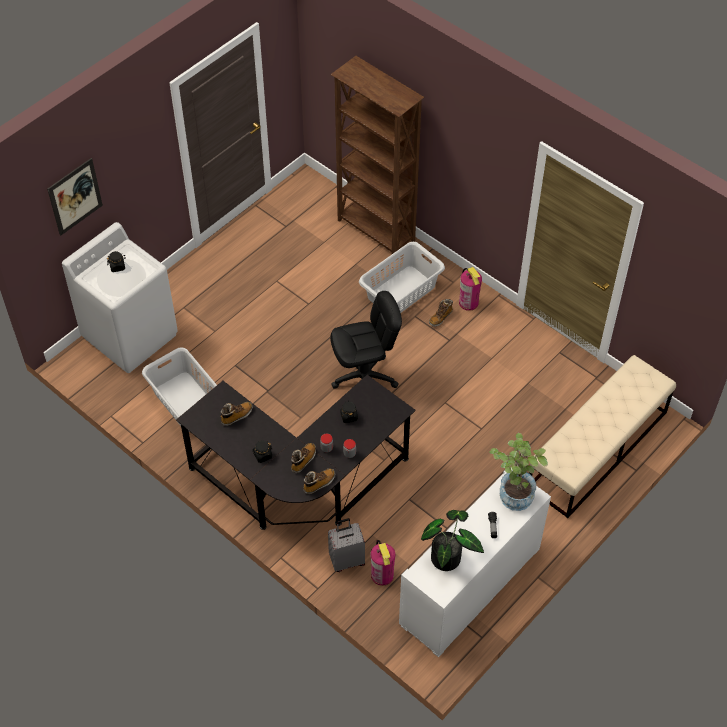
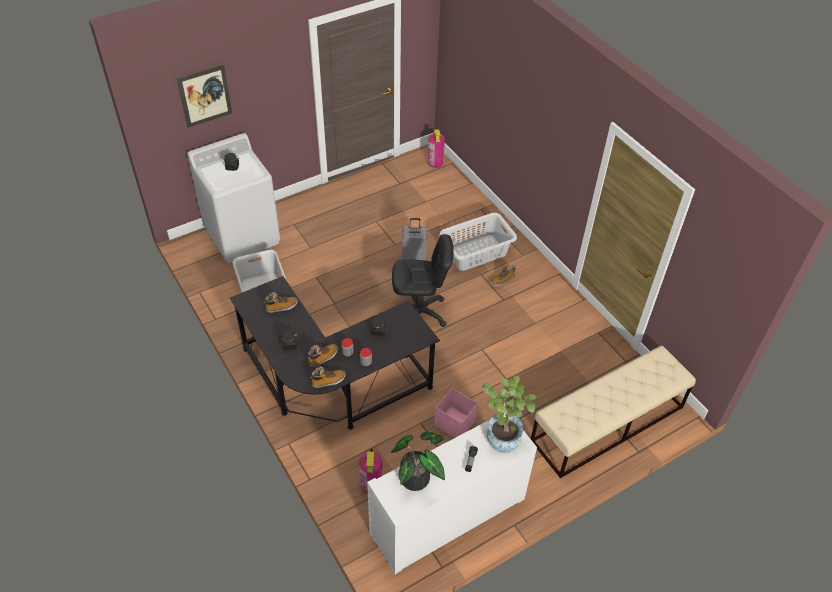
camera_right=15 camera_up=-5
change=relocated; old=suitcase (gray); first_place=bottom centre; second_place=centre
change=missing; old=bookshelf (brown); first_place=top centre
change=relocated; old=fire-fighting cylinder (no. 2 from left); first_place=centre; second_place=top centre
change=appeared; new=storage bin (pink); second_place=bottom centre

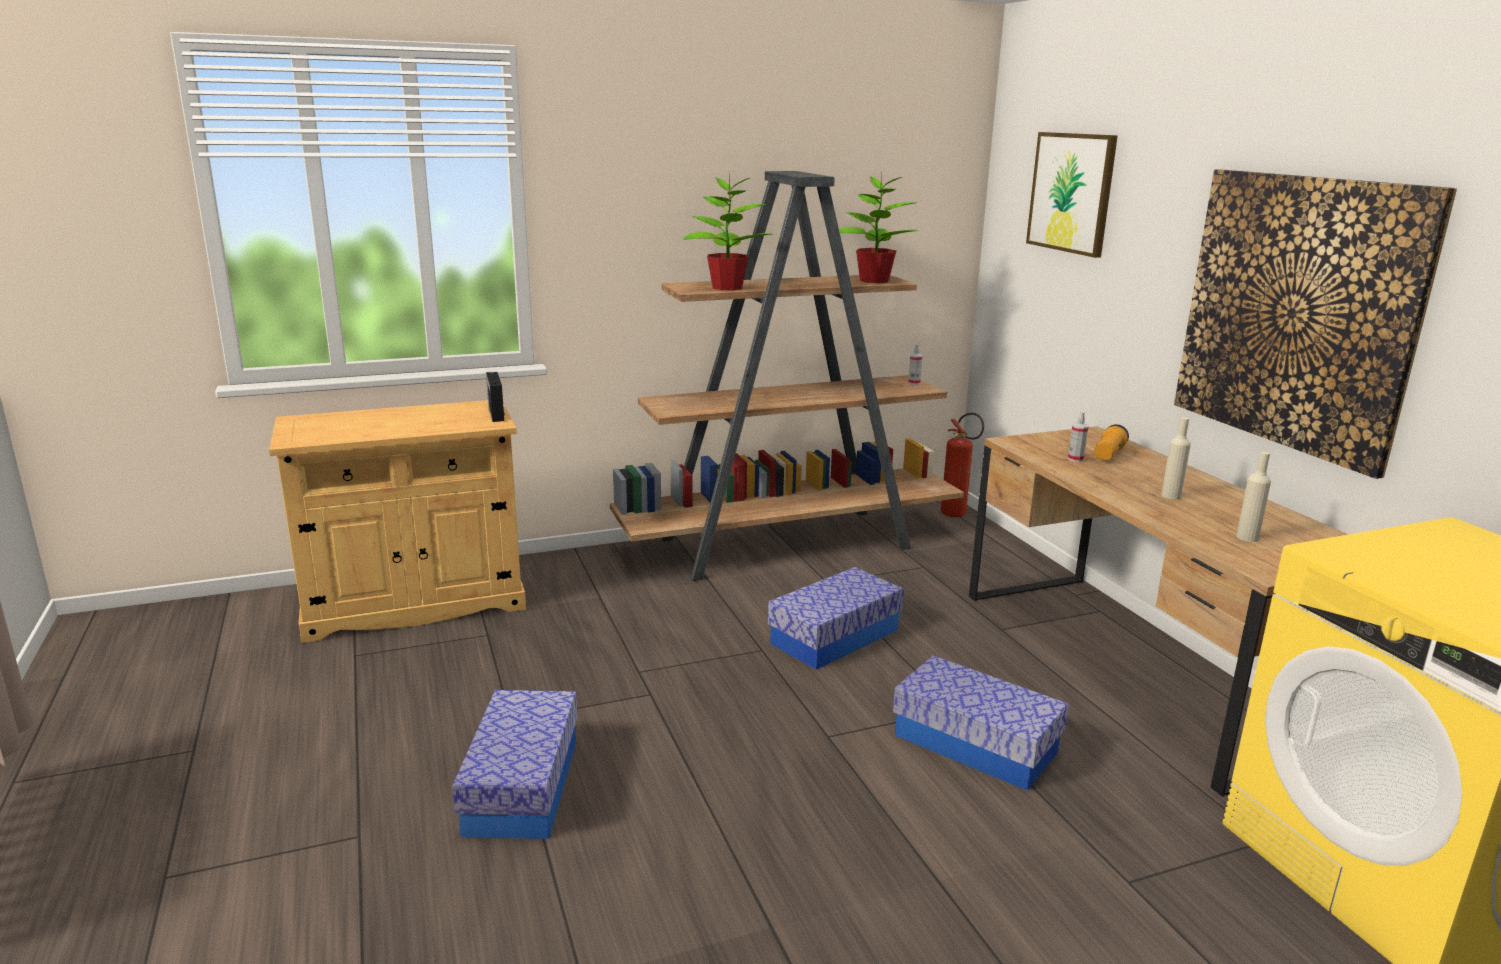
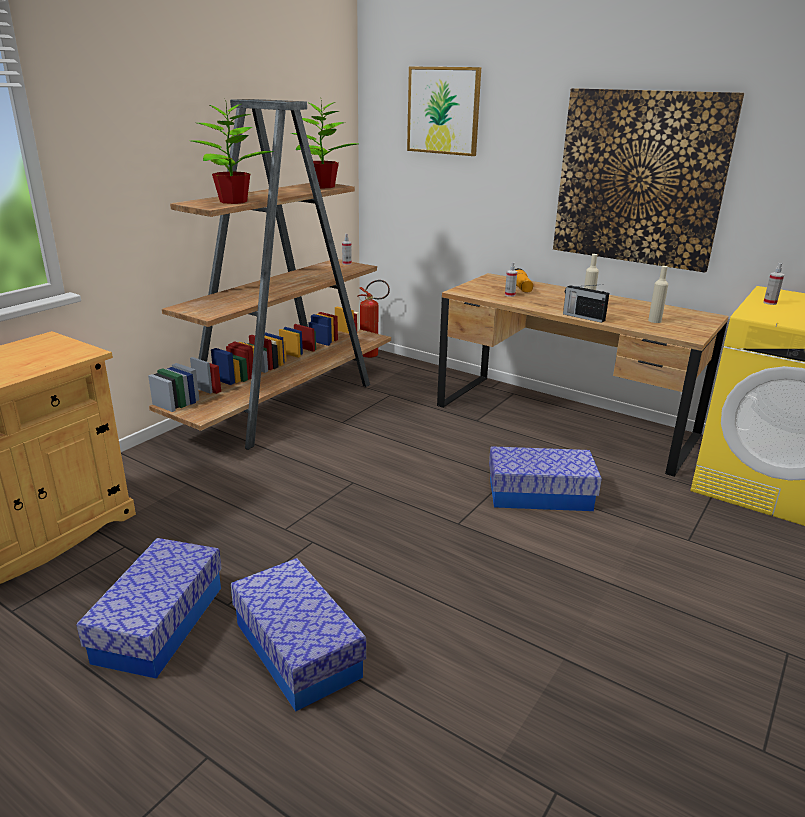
camera_right=-35 camera_up=5
change=relocated; old=radio set; first_place=middle left; second_place=middle right
change=relocated; old=storage bin (no. 2 from left in the first image); new=storage bin (no. 1 from left); first_place=centre; second_place=bottom left
change=appeared; new=sprayer (no. 3 from left); second_place=middle right

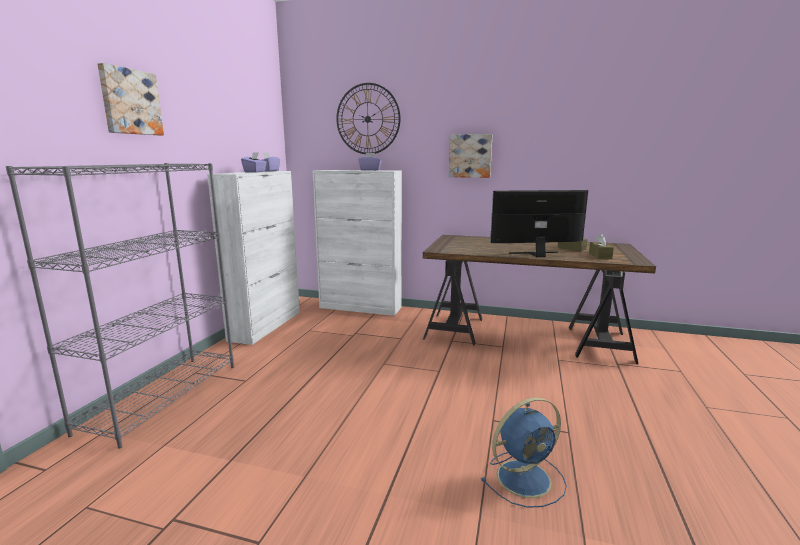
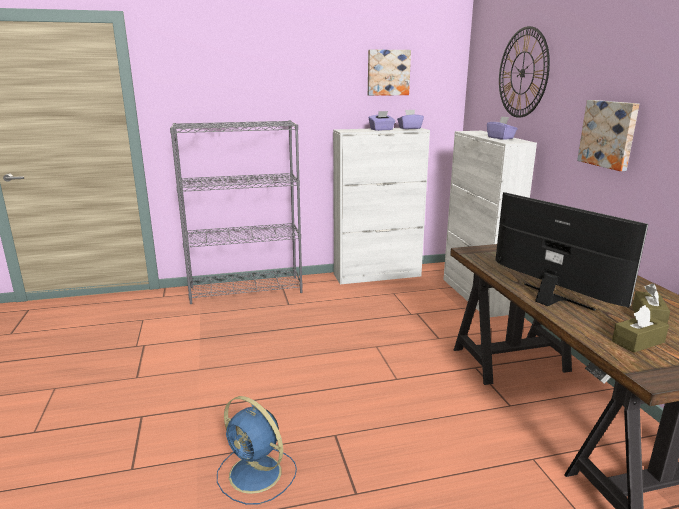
camera_right=60 camera_up=5
change=relocated; old=wall picture (no. 1 from left); first_place=top left; second_place=top centre

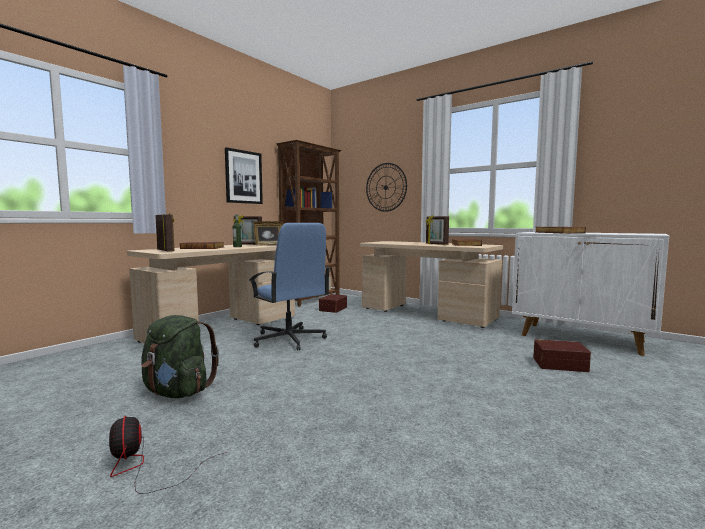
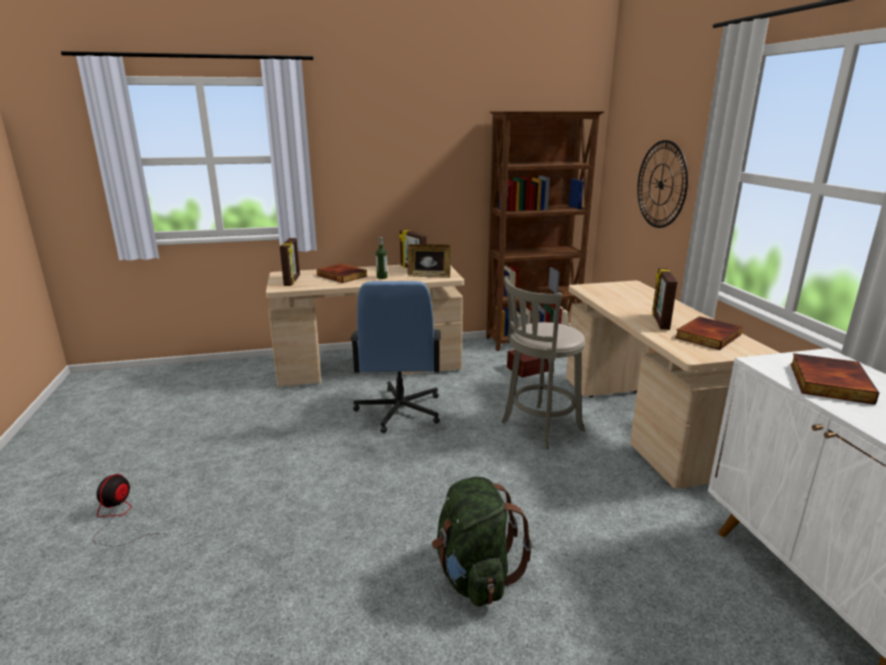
camera_right=40 camera_up=15
change=relocated; old=rucksack (green); first_place=bottom left; second_place=bottom centre
change=missing; old=wall picture; first_place=top centre
change=missing; old=storage bin (brown) (no. 2 from left); first_place=bottom right
change=appeared; new=sitting stool (gray); second_place=centre

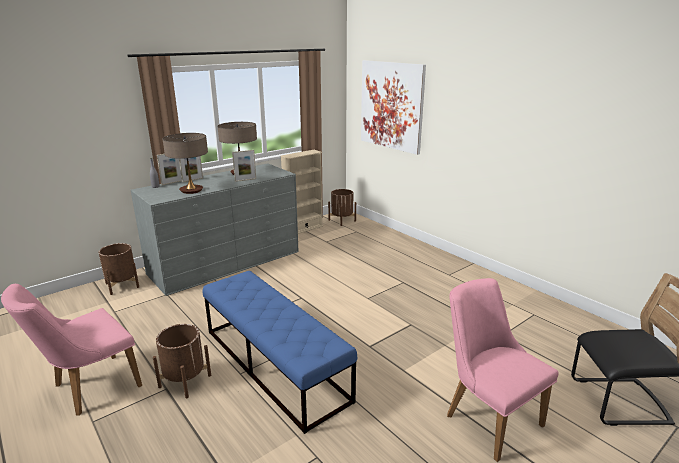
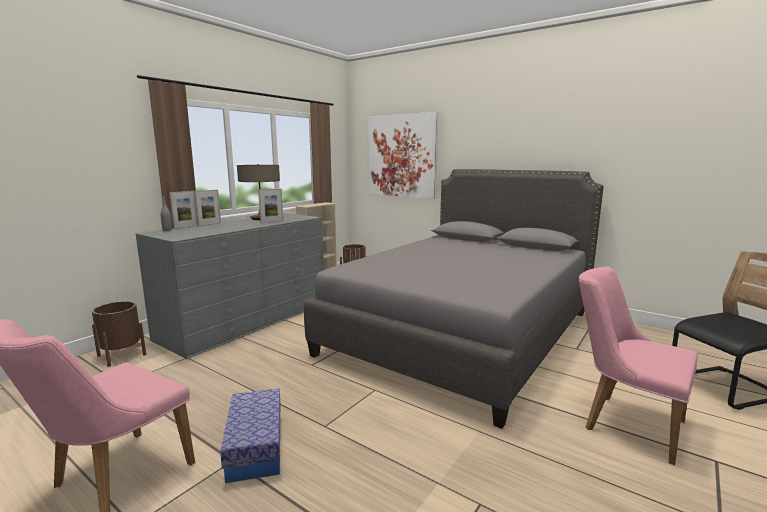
camera_right=-15 camera_up=-10
change=exchanged; old=plant pot (brown) (no. 2 from left); new=storage bin; first_place=bottom left; second_place=bottom left
change=missing; old=tabletop lamp (no. 1 from left); first_place=middle left
change=missing; old=long seat (blue-coloured); first_place=bottom centre
change=appeared; new=bedroom bed (gray); second_place=centre

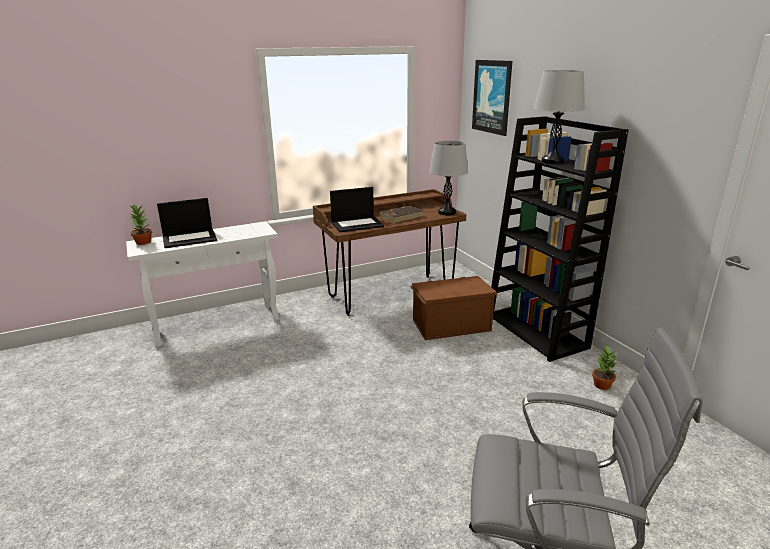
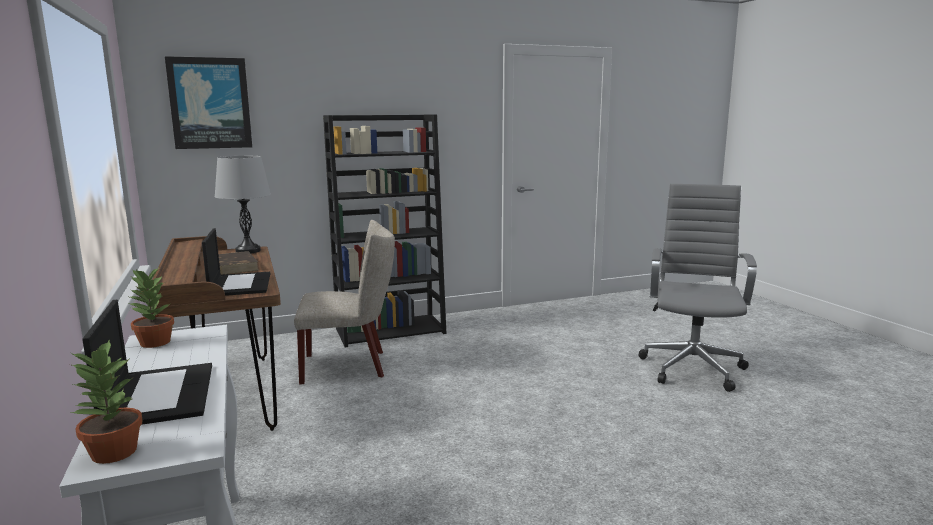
camera_right=-85 camera_up=-10
change=exchanged; old=storage bin (brown); new=upright chair (beige); first_place=centre; second_place=centre
change=missing; old=tabletop lamp (gray) (no. 2 from left); first_place=top right
change=relocated; old=potted plant (no. 2 from left); first_place=bottom right; second_place=middle left

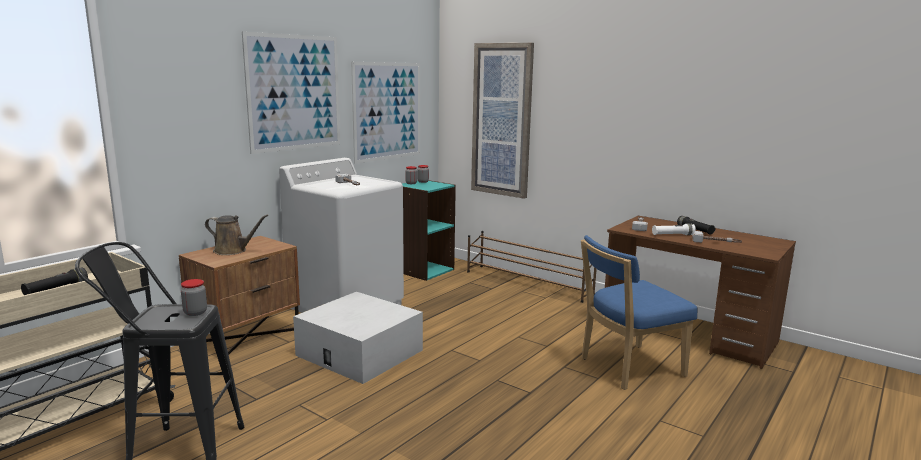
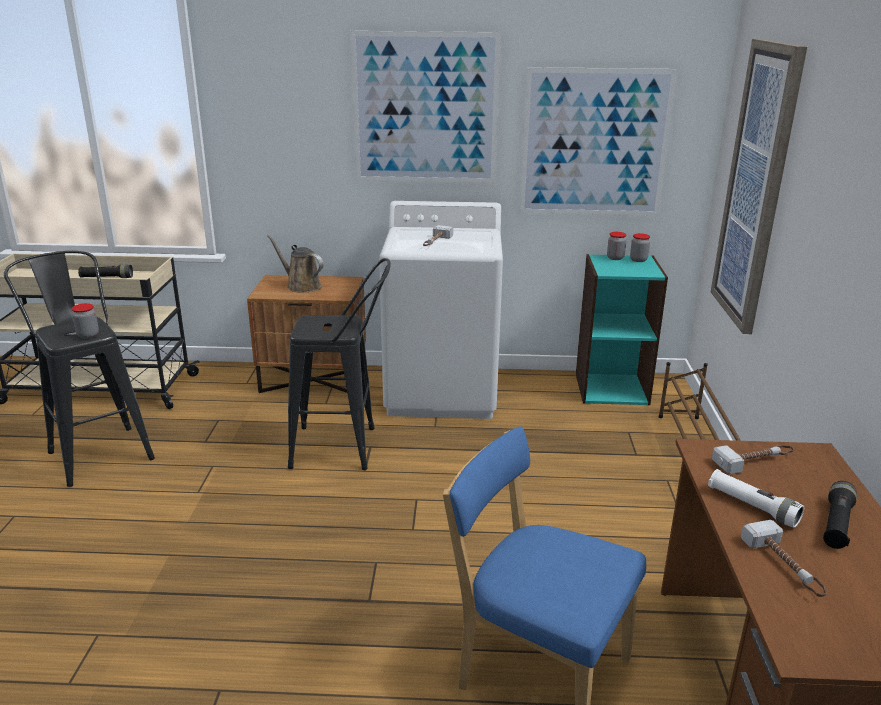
camera_right=55 camera_up=10
change=spun; old=watering pot (brown); first_place=middle left; second_place=centre; degrees=150
change=exchanged; old=storage bin (whitish); new=sitting stool (blackish) (no. 2 from left); first_place=bottom centre; second_place=centre

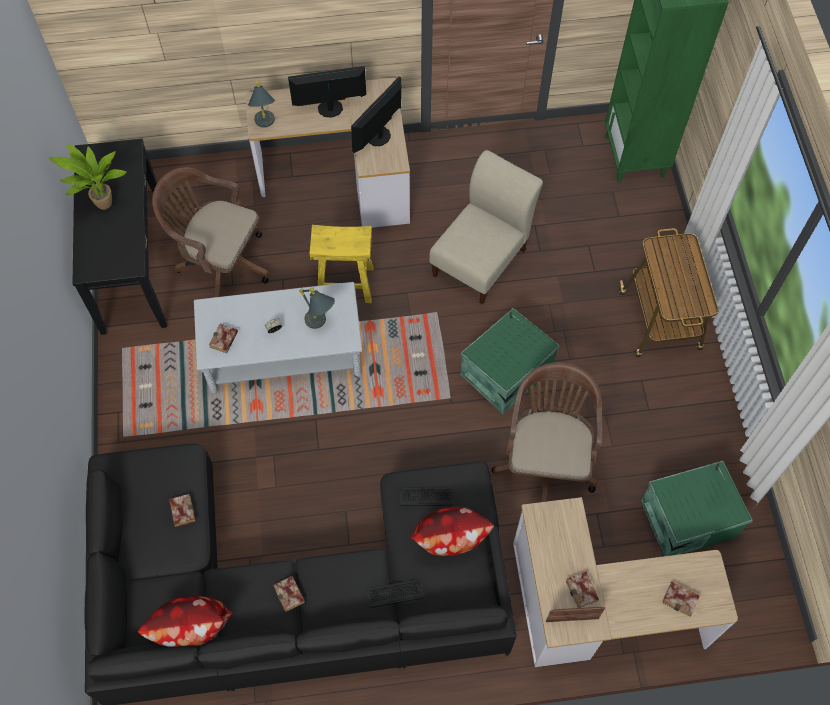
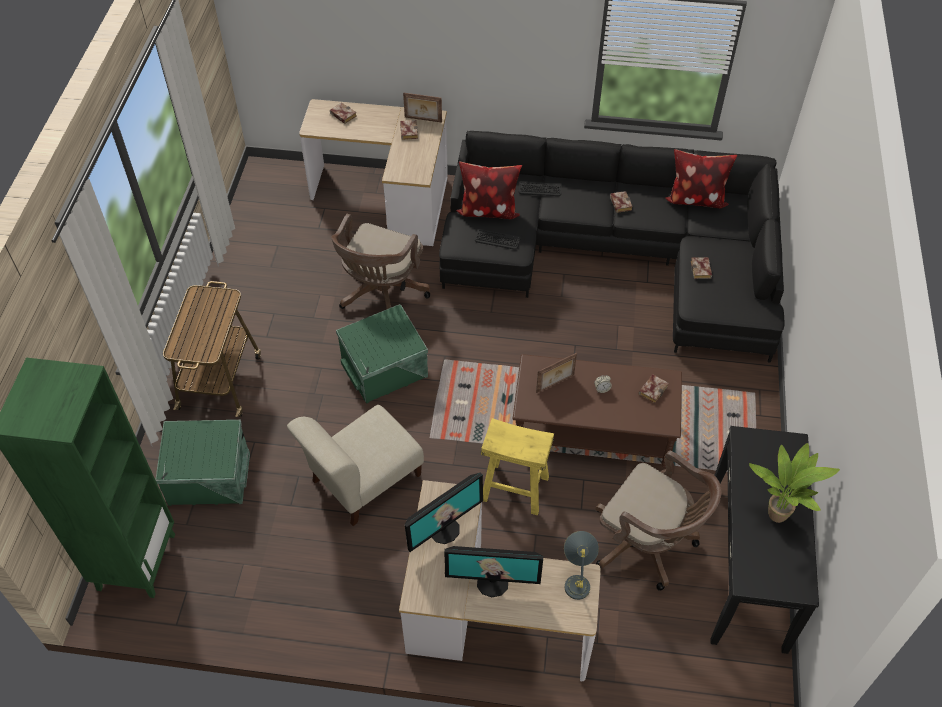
camera_right=-165 camera_up=-10
change=colour; old=lounge table (gray); new=lounge table (brown); first_place=centre; second_place=centre
change=exchanged; old=tabletop lamp (gray) (no. 2 from left); new=photo frame (no. 2 from left); first_place=centre; second_place=centre
change=relocated; old=storage bin (green) (no. 2 from left in the first image); new=storage bin (green) (no. 1 from left); first_place=bottom right; second_place=middle left

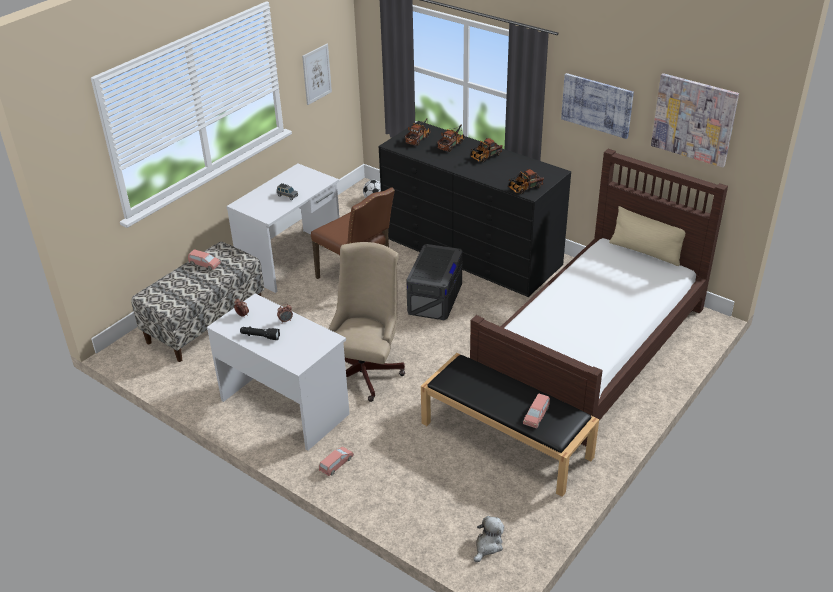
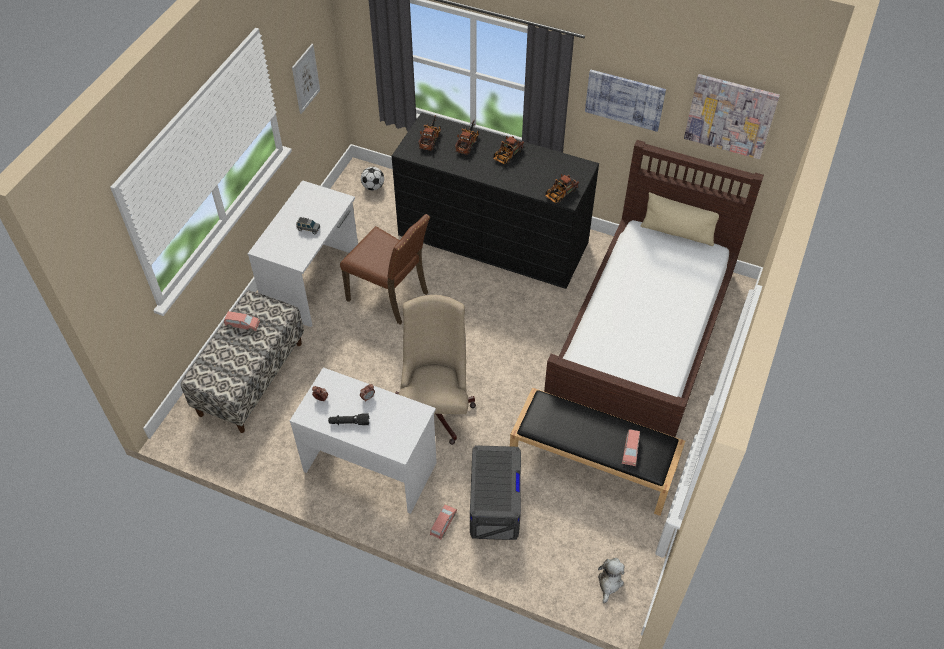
camera_right=-15 camera_up=15
change=relocated; old=storage bin (gray); first_place=centre; second_place=bottom centre

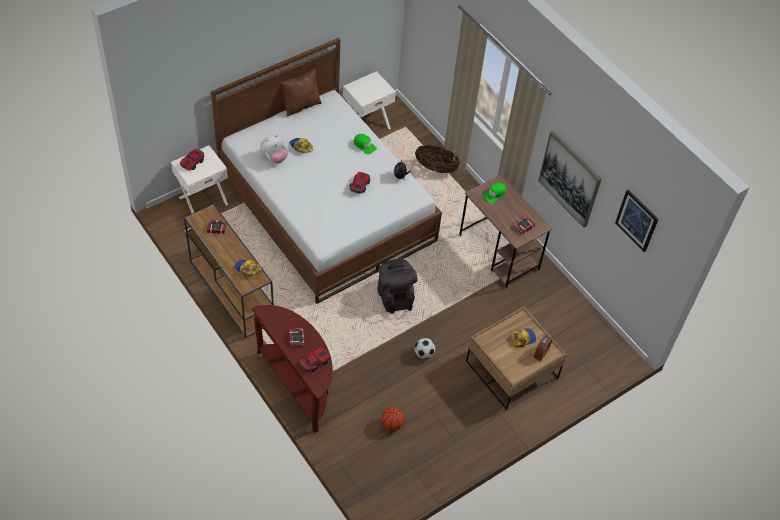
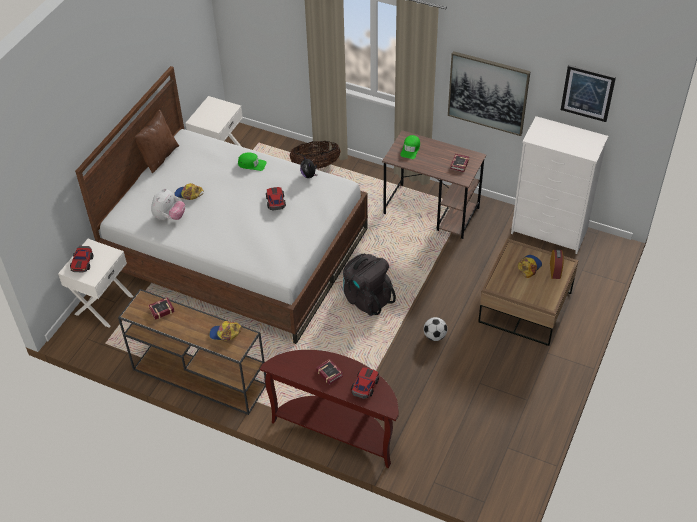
camera_right=-25 camera_up=-5
change=missing; old=ball for basketball; first_place=bottom centre
change=appeared; new=drawer chest (whitish); second_place=middle right

